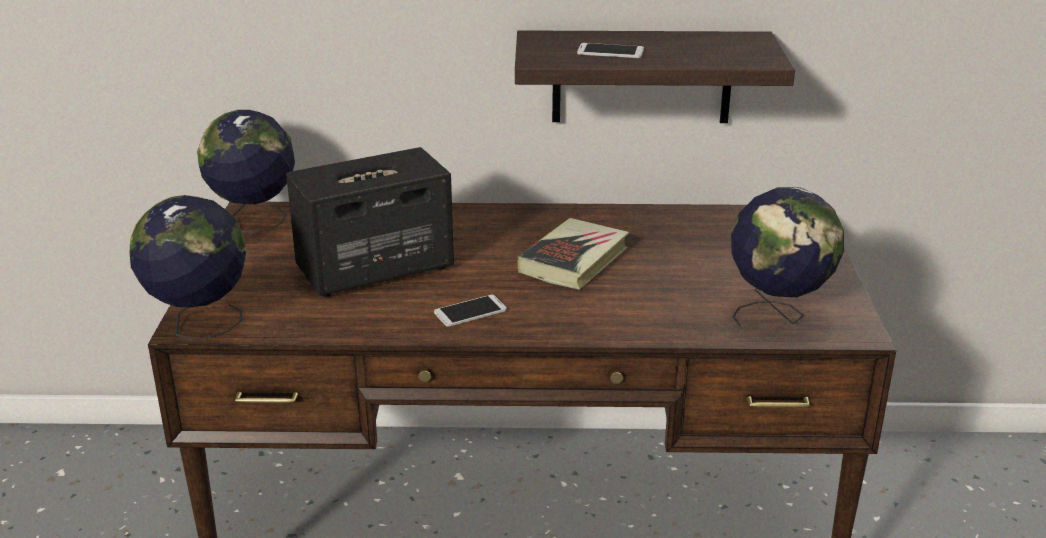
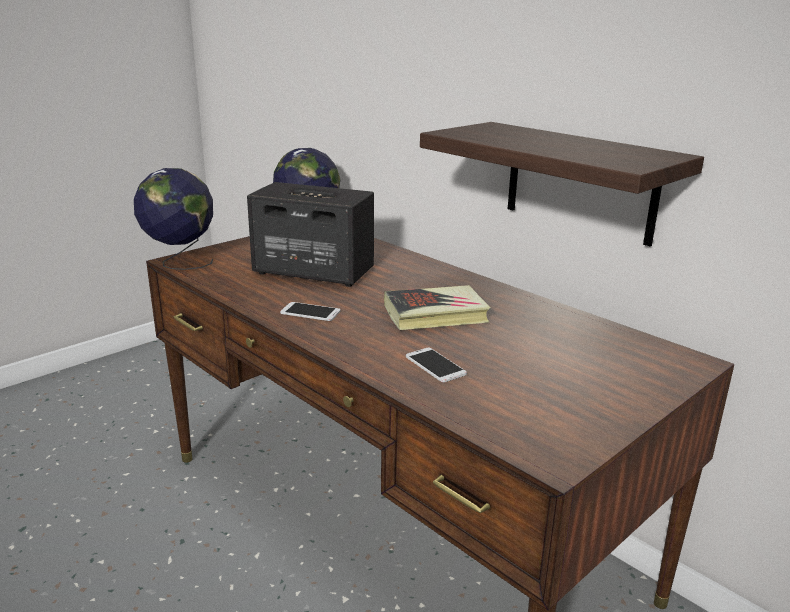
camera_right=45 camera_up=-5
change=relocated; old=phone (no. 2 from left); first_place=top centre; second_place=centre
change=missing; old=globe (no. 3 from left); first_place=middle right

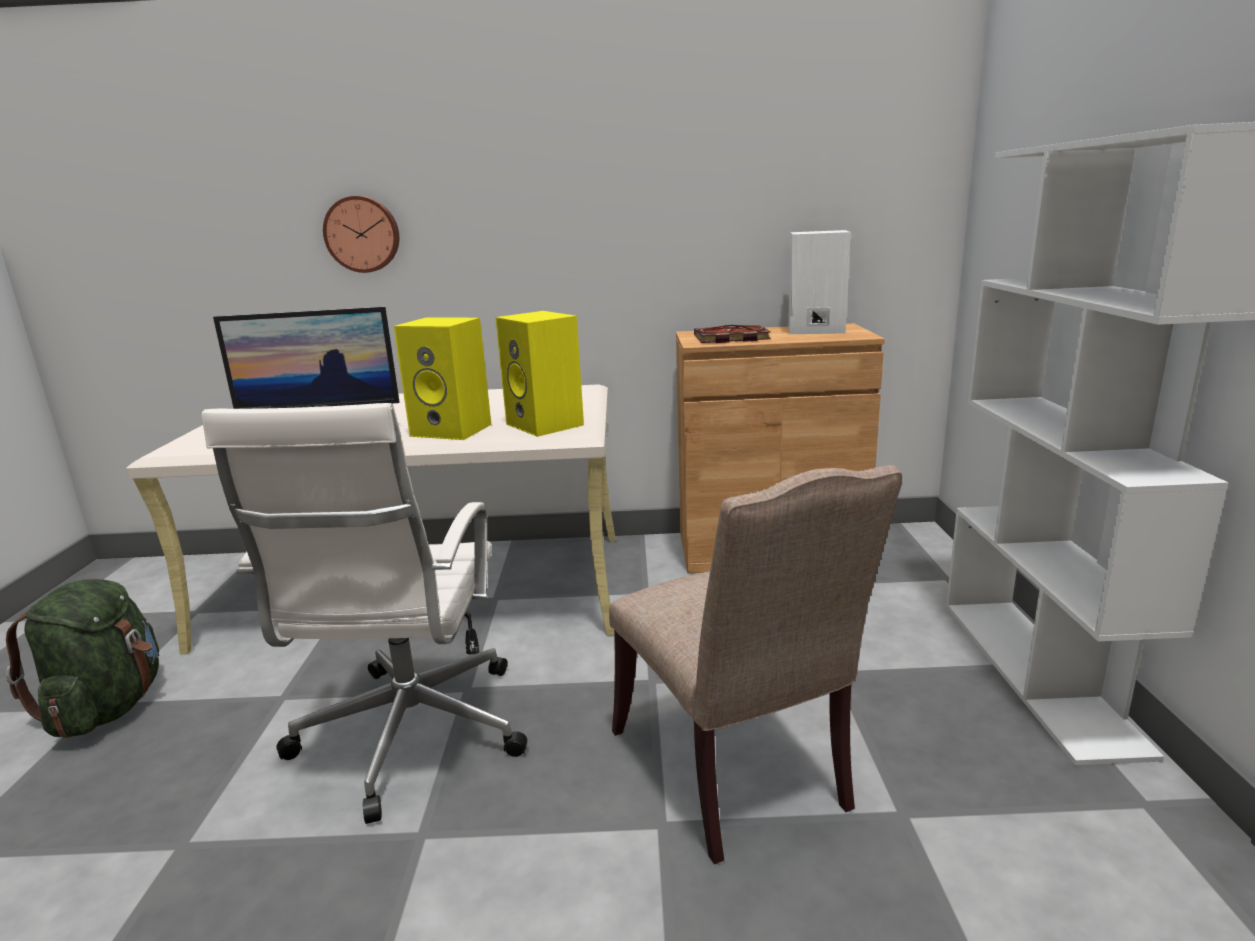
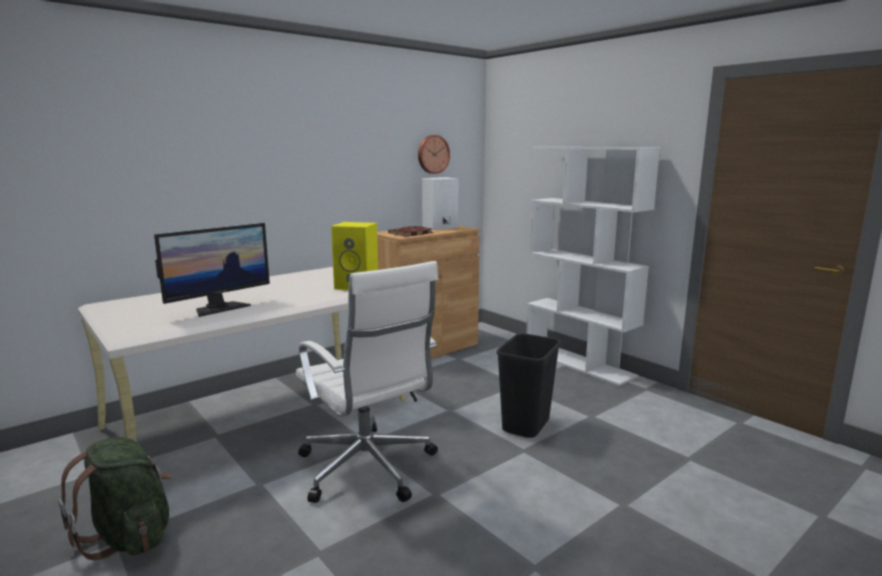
camera_right=-40 camera_up=-5
change=relocated; old=clock on the wall; first_place=top left; second_place=top centre
change=missing; old=loudspeaker (yellow) (no. 1 from left); first_place=centre
change=exchanged; old=upright chair (beige); new=trash can (blackish); first_place=bottom centre; second_place=bottom centre

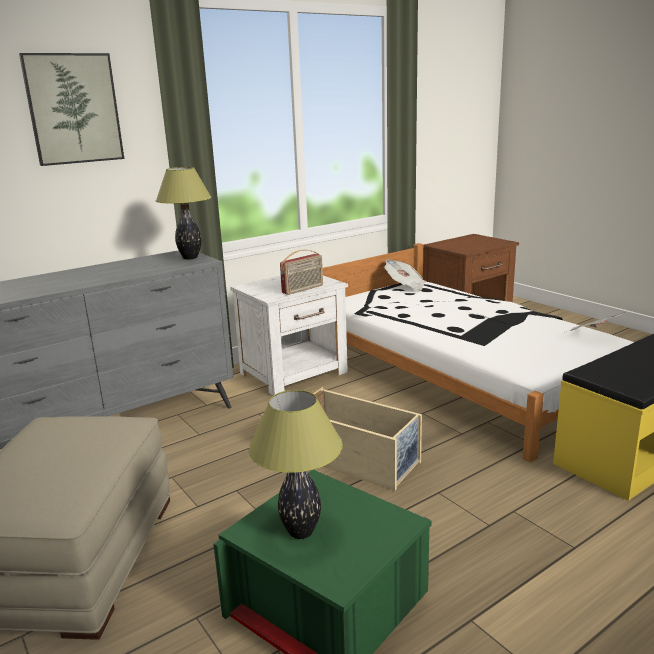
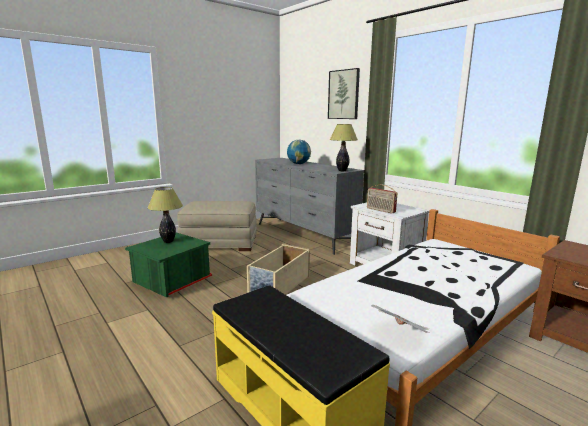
camera_right=85 camera_up=-5
change=missing; old=newspaper (no. 1 from left); first_place=centre
change=appeared; new=globe; second_place=centre

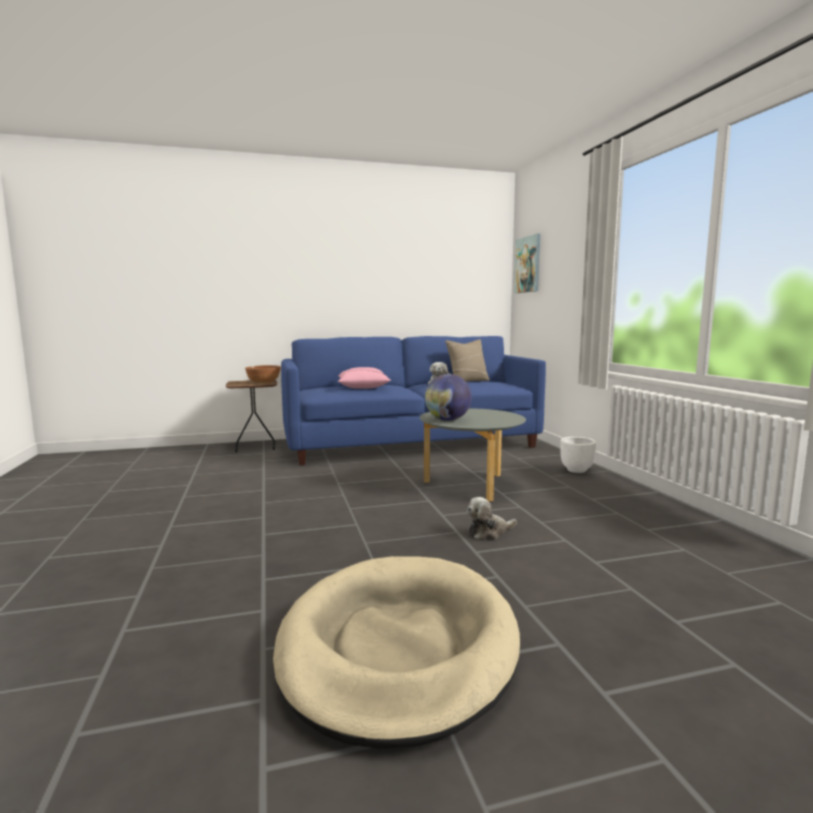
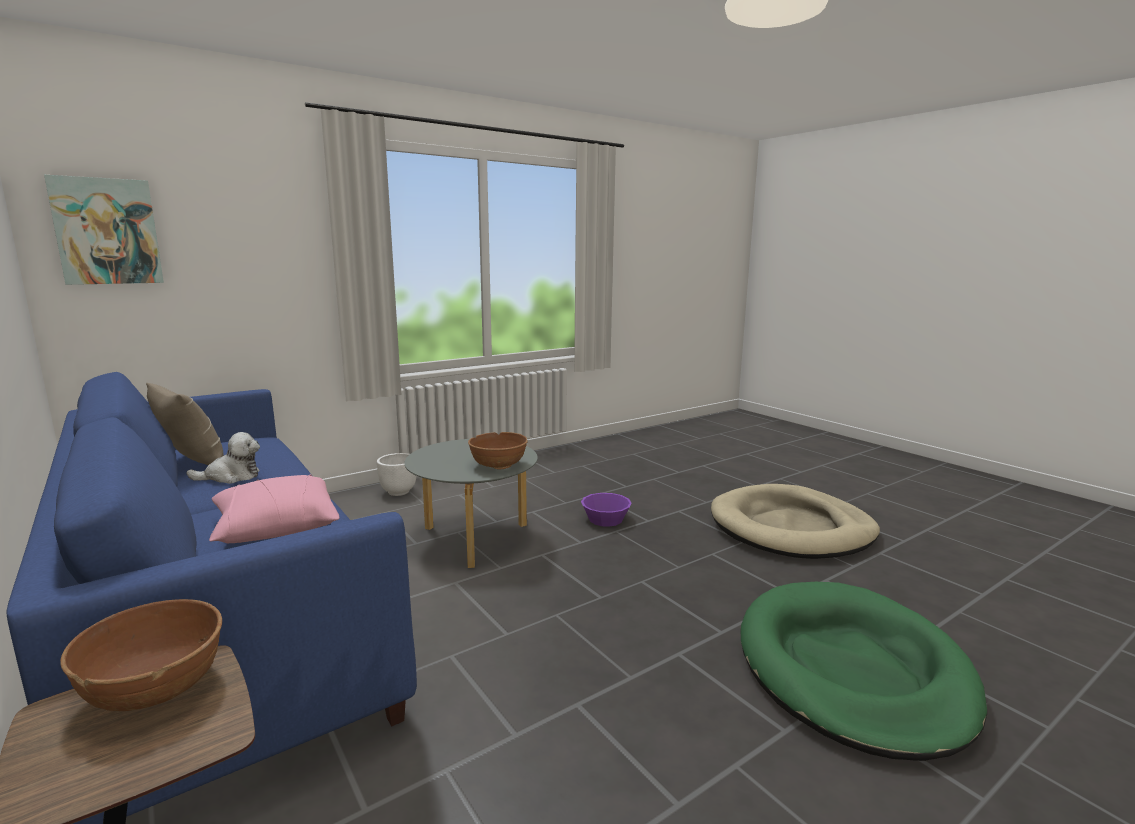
camera_right=-110 camera_up=5
change=exchanged; old=globe; new=deep dish (brown) (no. 2 from left); first_place=centre; second_place=centre
change=exchanged; old=plush toy (no. 2 from left); new=deep dish (purple); first_place=centre; second_place=centre
change=appeared; new=dog cushion (green); second_place=bottom right

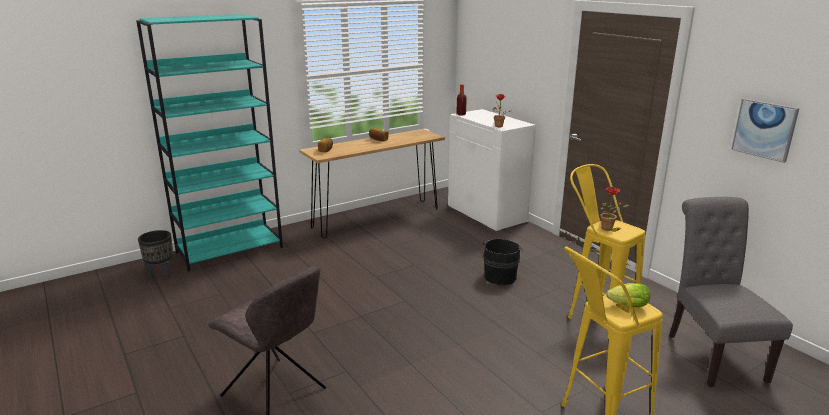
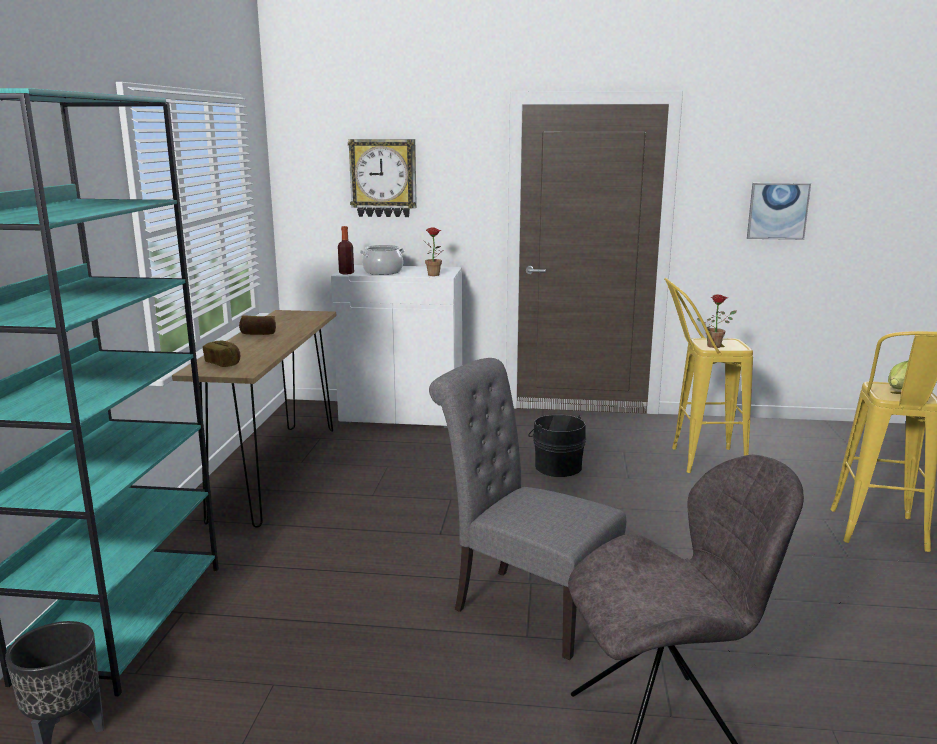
camera_right=-50 camera_up=-5
change=relocated; old=upright chair (gray) (no. 2 from left in the first image); new=upright chair (gray) (no. 1 from left); first_place=bottom right; second_place=bottom centre
change=appeared; new=clock on the wall; second_place=top centre
change=appeared; new=stockpot; second_place=centre

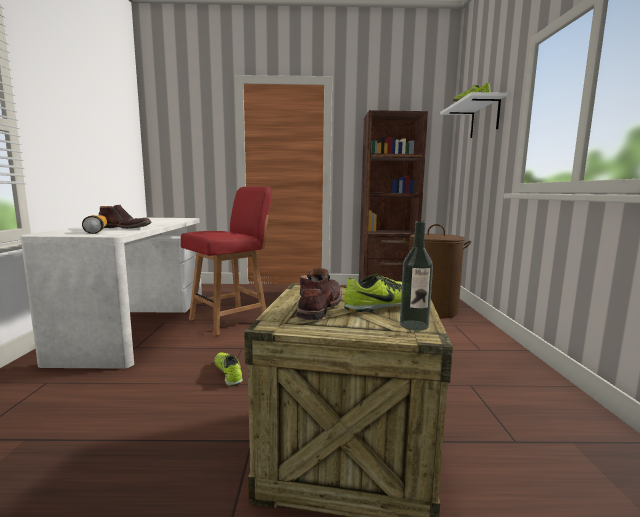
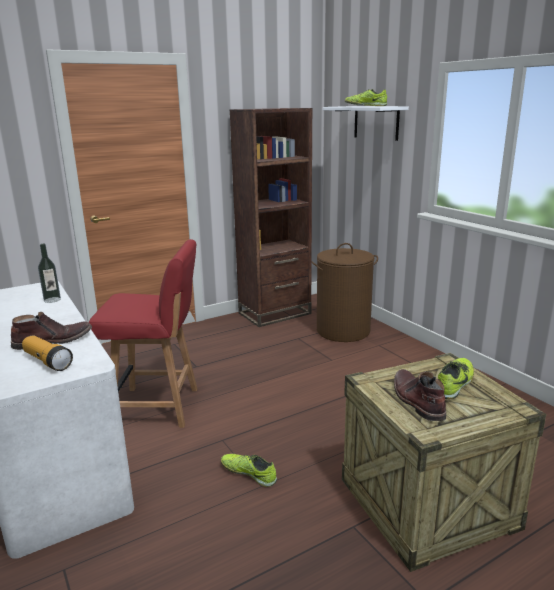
camera_right=-30 camera_up=10
change=spun; old=upright chair (red-coloured); first_place=centre; second_place=middle left; degrees=75
change=relocated; old=beverage bottle; first_place=centre; second_place=middle left

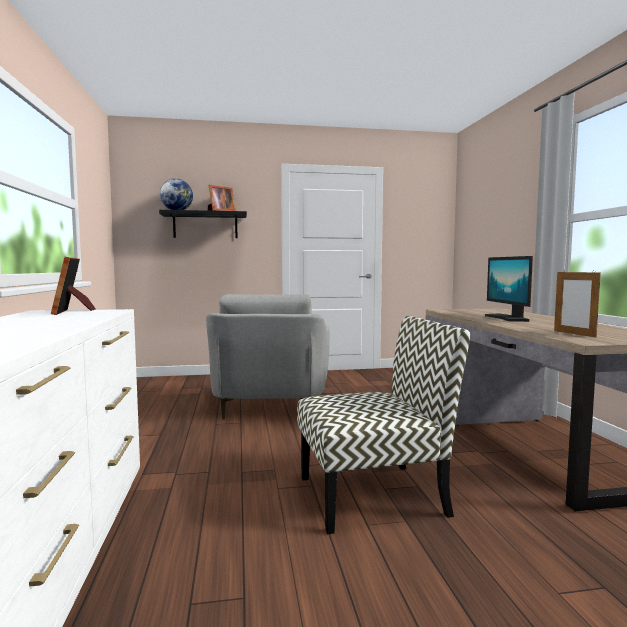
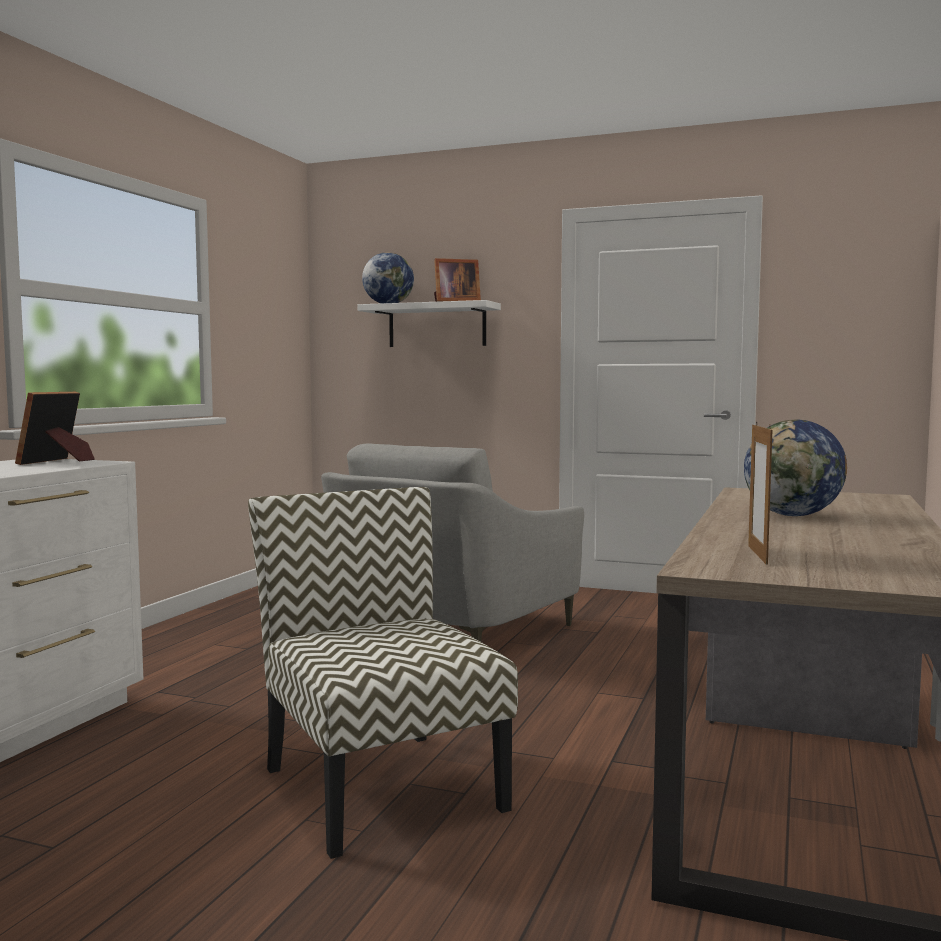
camera_right=30 camera_up=0
change=colour; old=wall shelf (blackish); new=wall shelf (whitish); first_place=middle left; second_place=centre
change=spun; old=upright chair; first_place=bottom centre; second_place=bottom centre; degrees=-135
change=exchanged; old=computer screen; new=globe (no. 2 from left); first_place=middle right; second_place=middle right

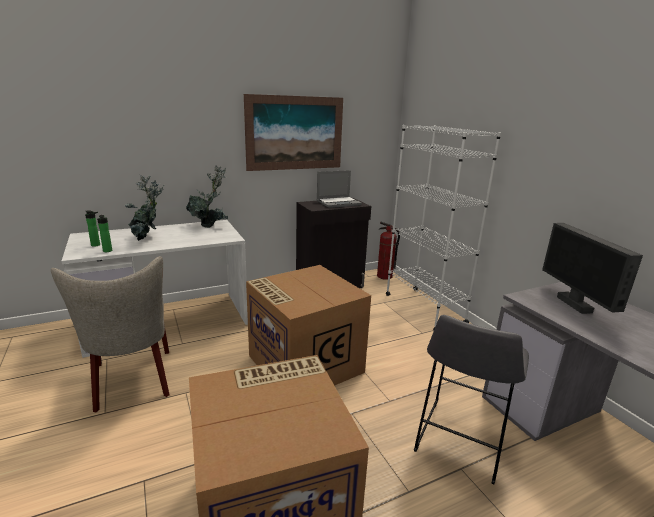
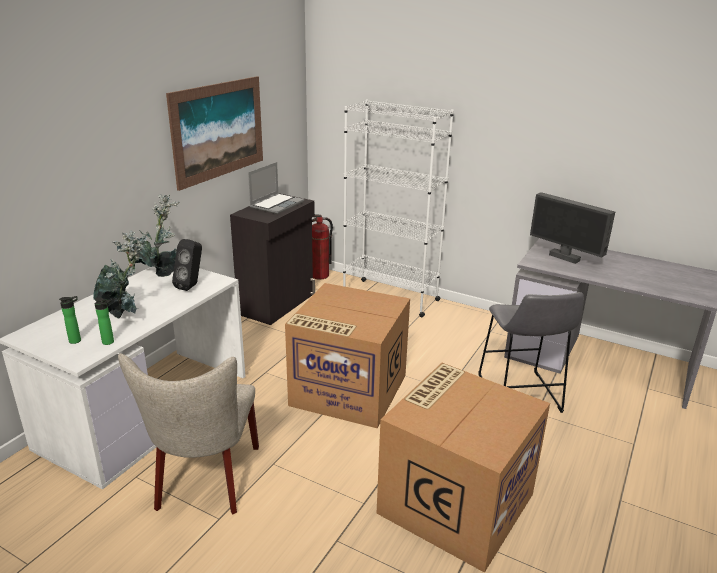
camera_right=-35 camera_up=5
change=spun; old=upright chair (beige); first_place=middle left; second_place=bottom left; degrees=60
change=appeared; new=loudspeaker (blackish); second_place=middle left

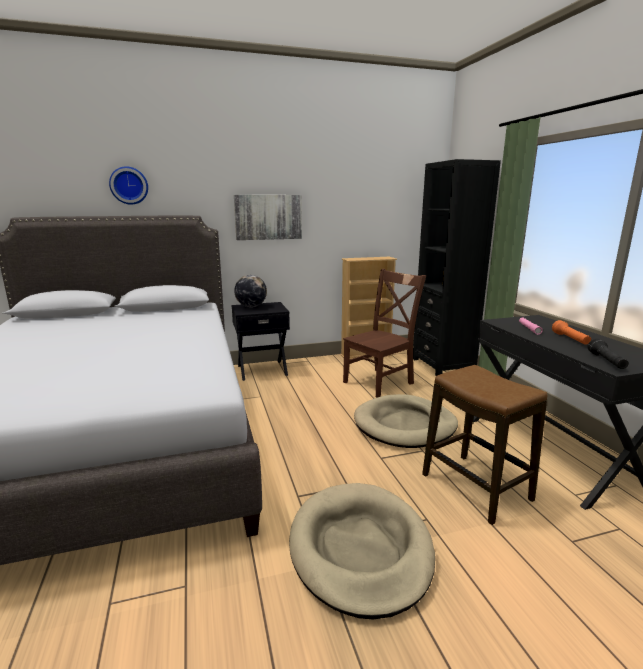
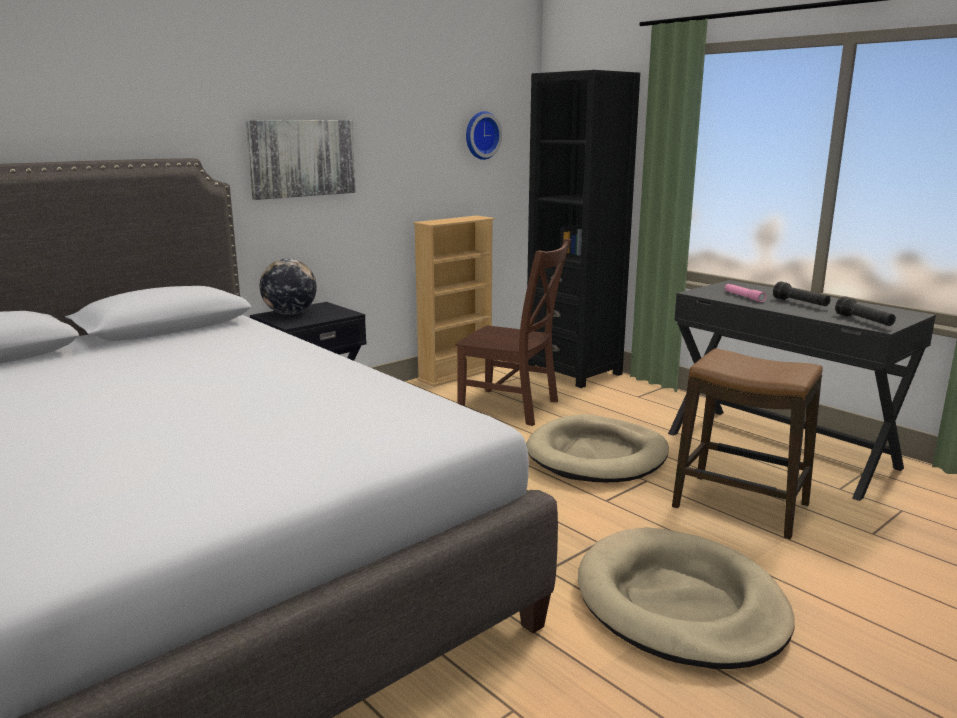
camera_right=-25 camera_up=0
change=relocated; old=clock on the wall; first_place=top left; second_place=top centre
change=spun; old=upright chair (brown); first_place=centre; second_place=centre; degrees=90
change=colour; old=flashlight (orange); new=flashlight (blackish) (no. 1 from left); first_place=middle right; second_place=middle right

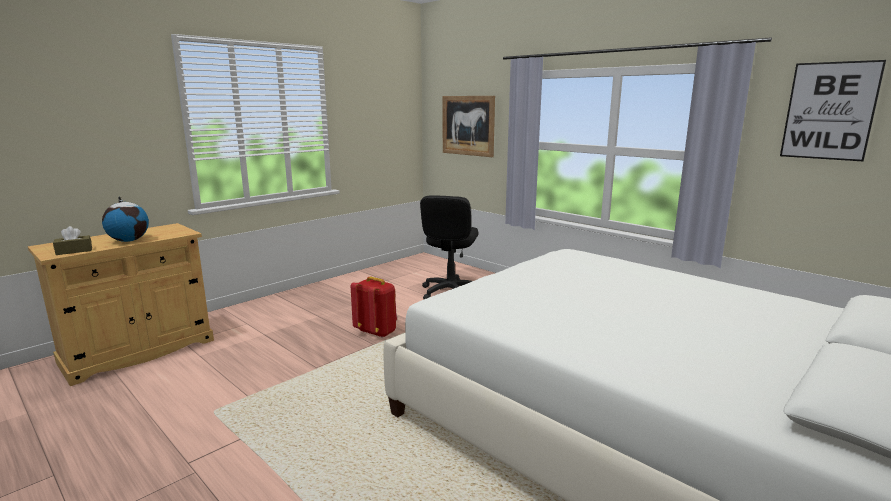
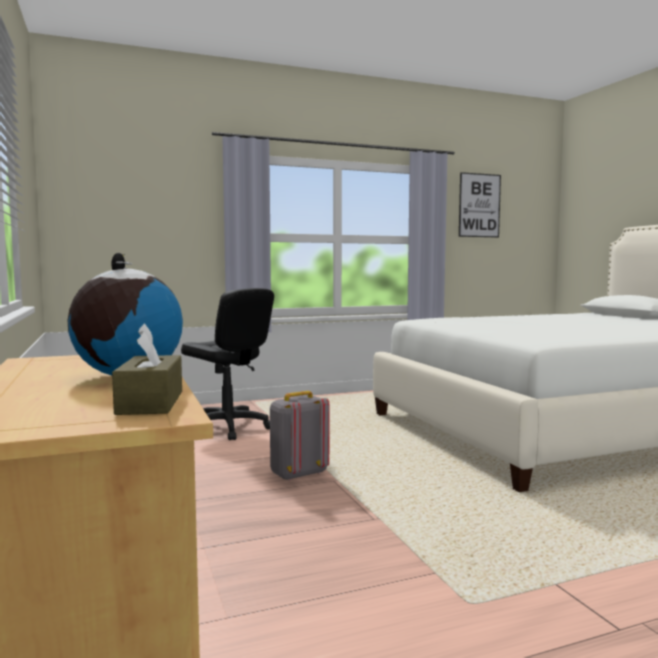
camera_right=-65 camera_up=-10
change=colour; old=rucksack (red-coloured); new=rucksack (gray); first_place=centre; second_place=centre
change=missing; old=wall picture (no. 1 from left); first_place=top centre

